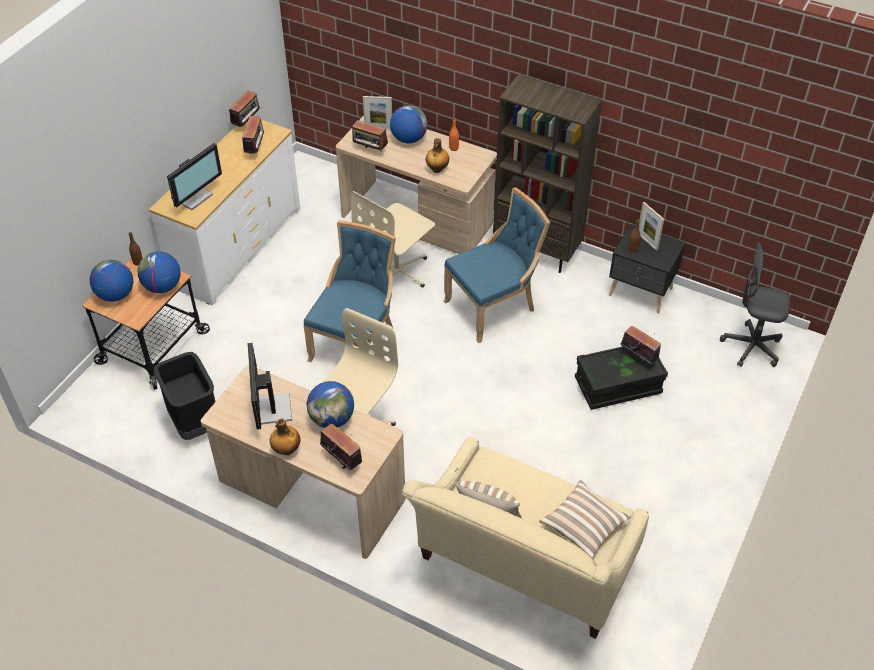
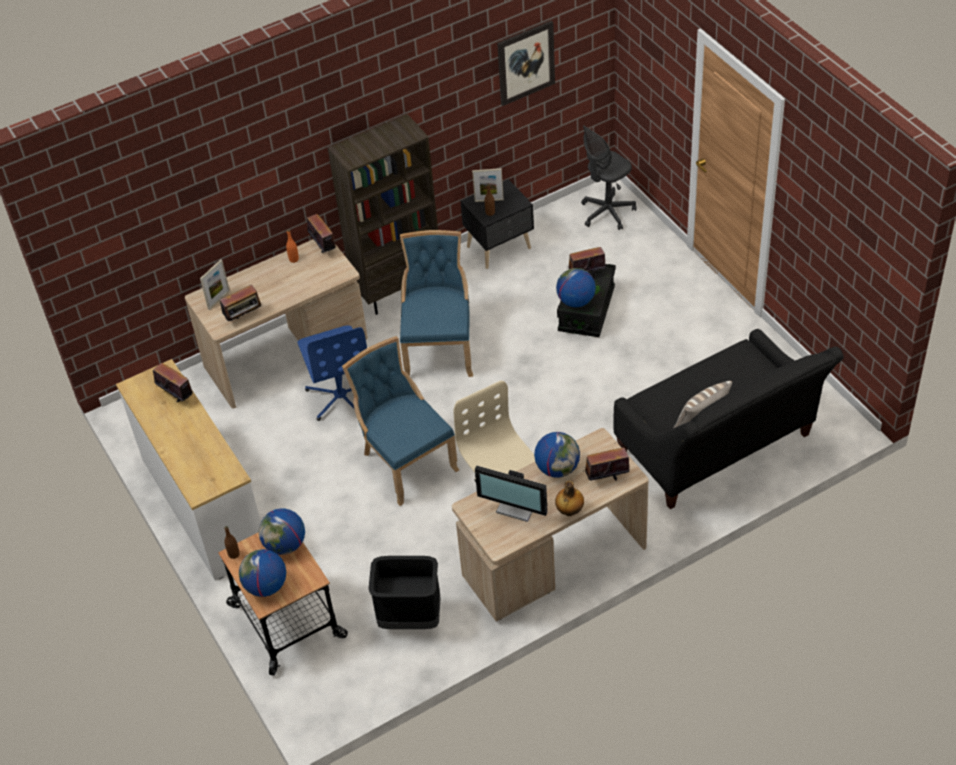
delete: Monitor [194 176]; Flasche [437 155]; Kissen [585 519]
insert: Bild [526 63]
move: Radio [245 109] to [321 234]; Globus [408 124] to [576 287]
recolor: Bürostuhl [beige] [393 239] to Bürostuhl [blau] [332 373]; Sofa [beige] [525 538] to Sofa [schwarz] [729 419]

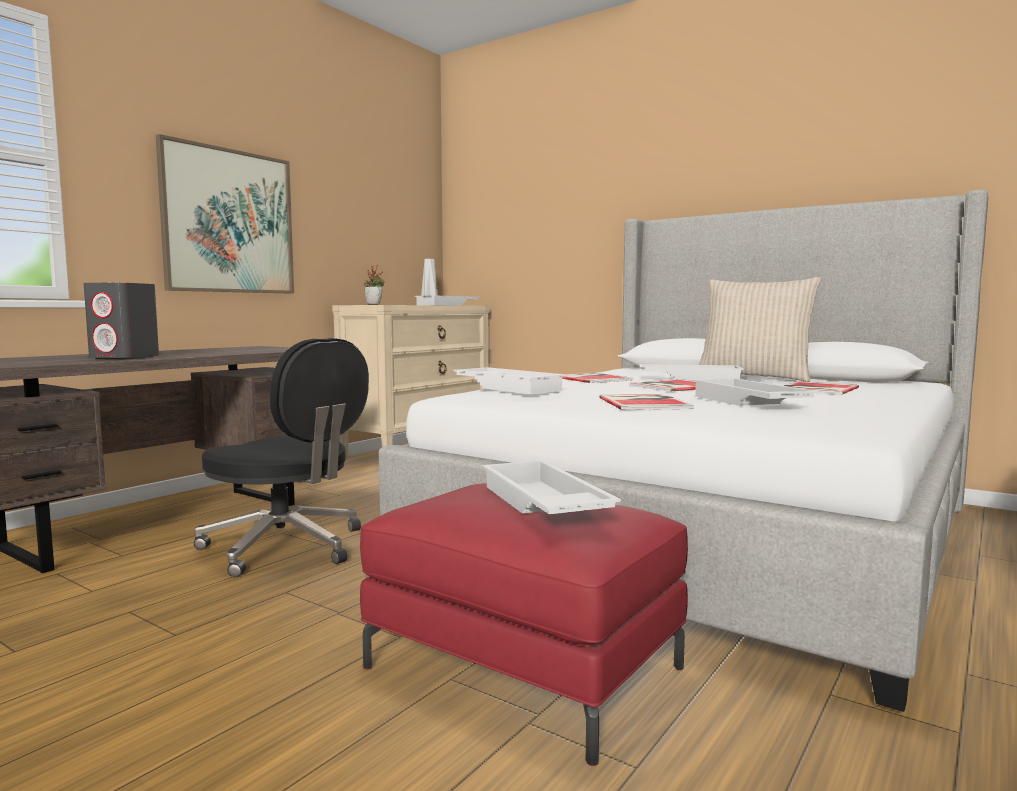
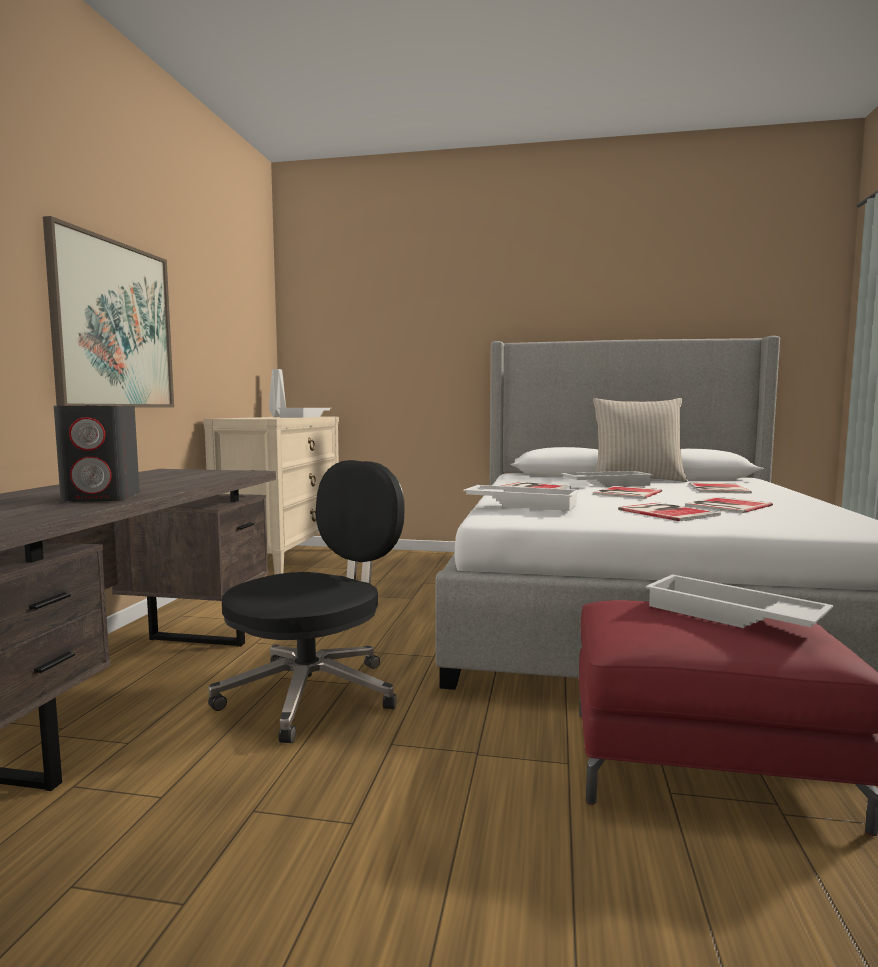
delete: Topfpflanze [374 285]
replace: Tablett [weiß] [755 392] to Buch [729 505]
rotate: Bürostuhl [schwarz] [281 458] = [306 601] 60 degrees counterclockwise

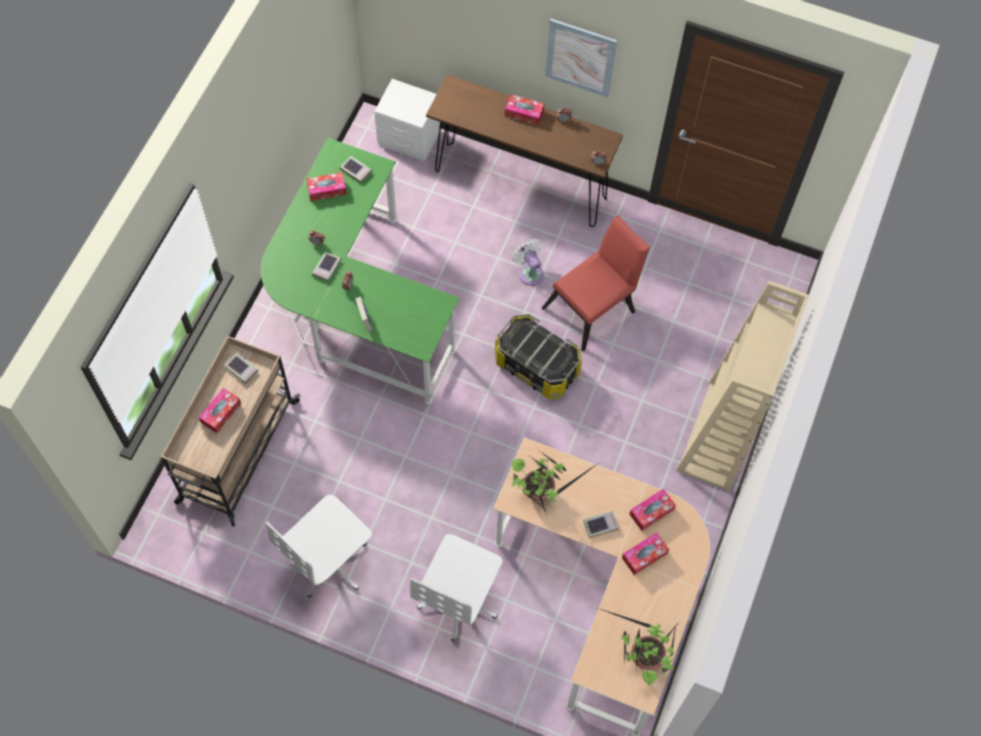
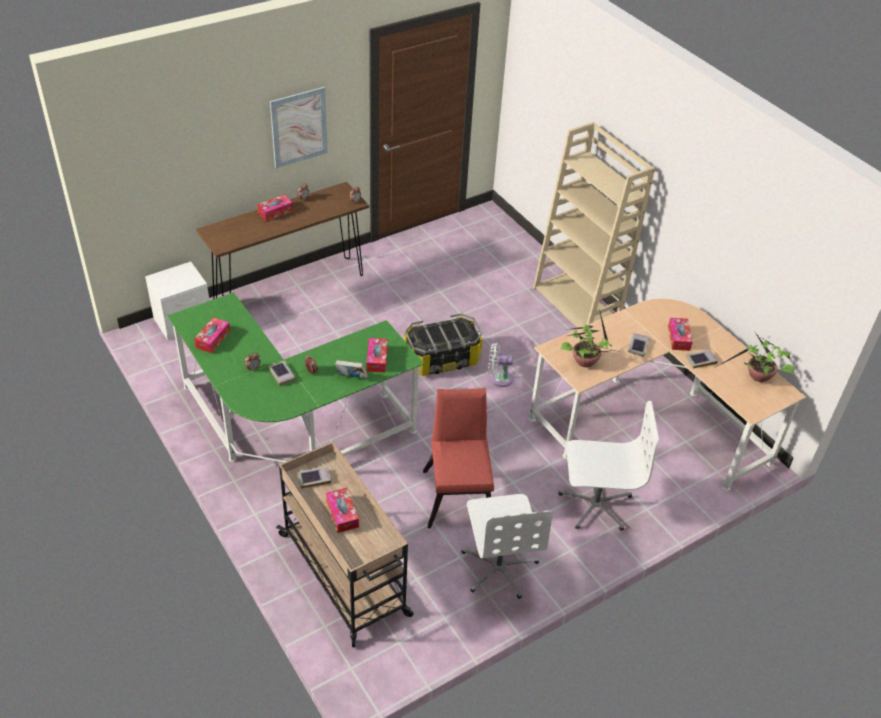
move: Buch [356 169] to [702 359]; Ventilator [weiß] [528 262] to [501 365]; Stuhl [rot] [596 283] to [458 458]; Taschentuchbox [652 510] to [377 355]
rotate: Bürostuhl [weiß] [456 587] = [608 466] 60 degrees counterclockwise

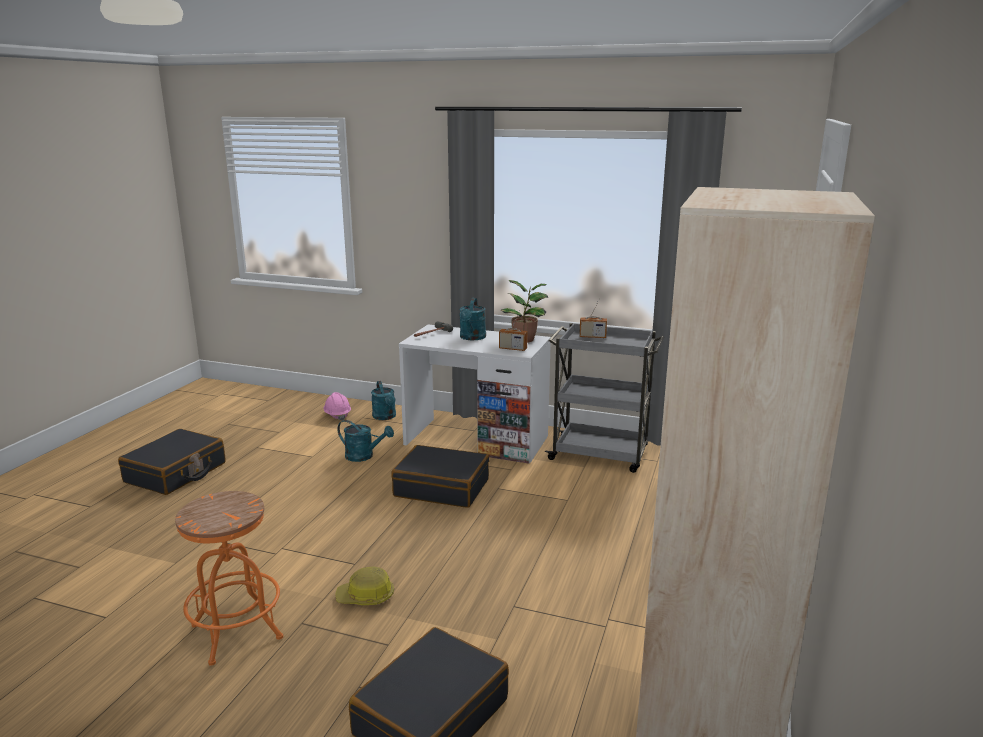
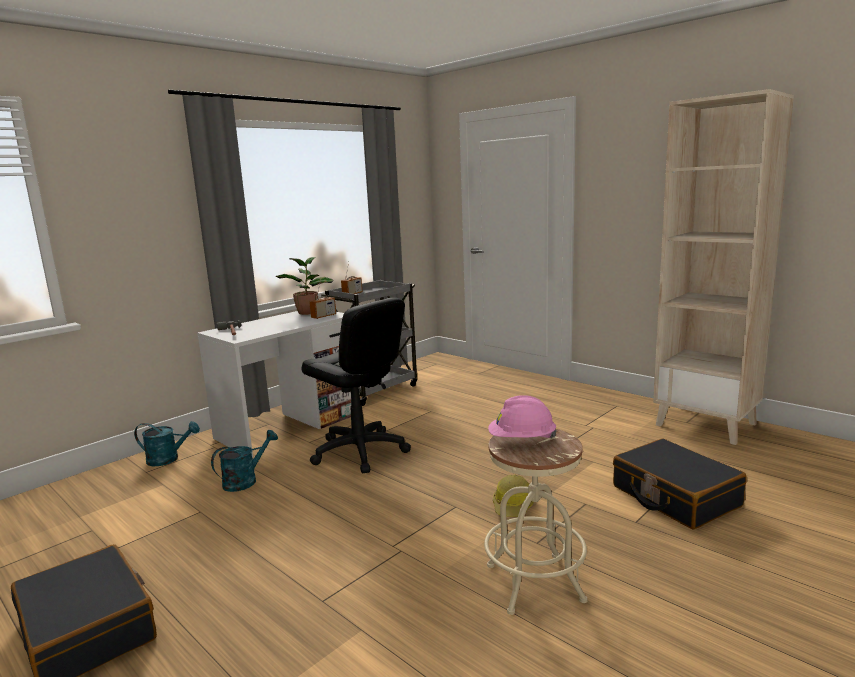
delete: Gießkanne [türkis] [472 319]
move: Schutzhelm [rosa] [337 406] to [522 416]
replace: Koffer [schwarz] [440 476] to Bürostuhl [schwarz] [356 385]
recolor: Hocker [orange] [229 578] to Hocker [beige] [536 522]

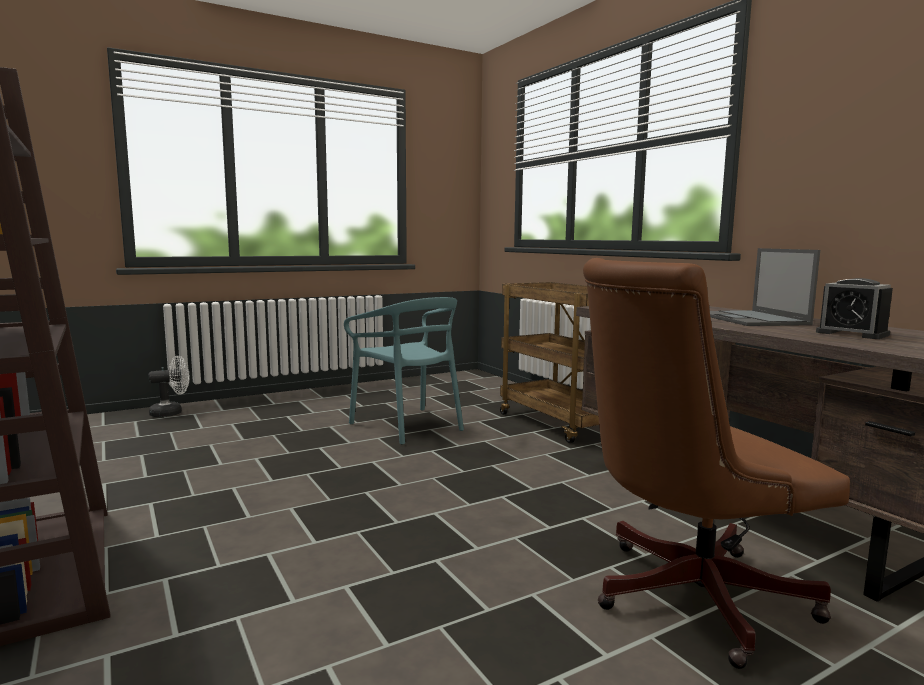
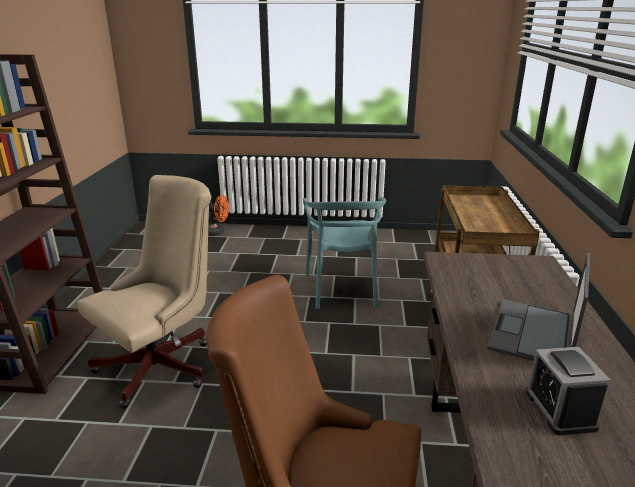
insert: Bürostuhl [beige] [144 292]
recolor: Ventilator [weiß] [169 386] to Ventilator [orange] [218 215]

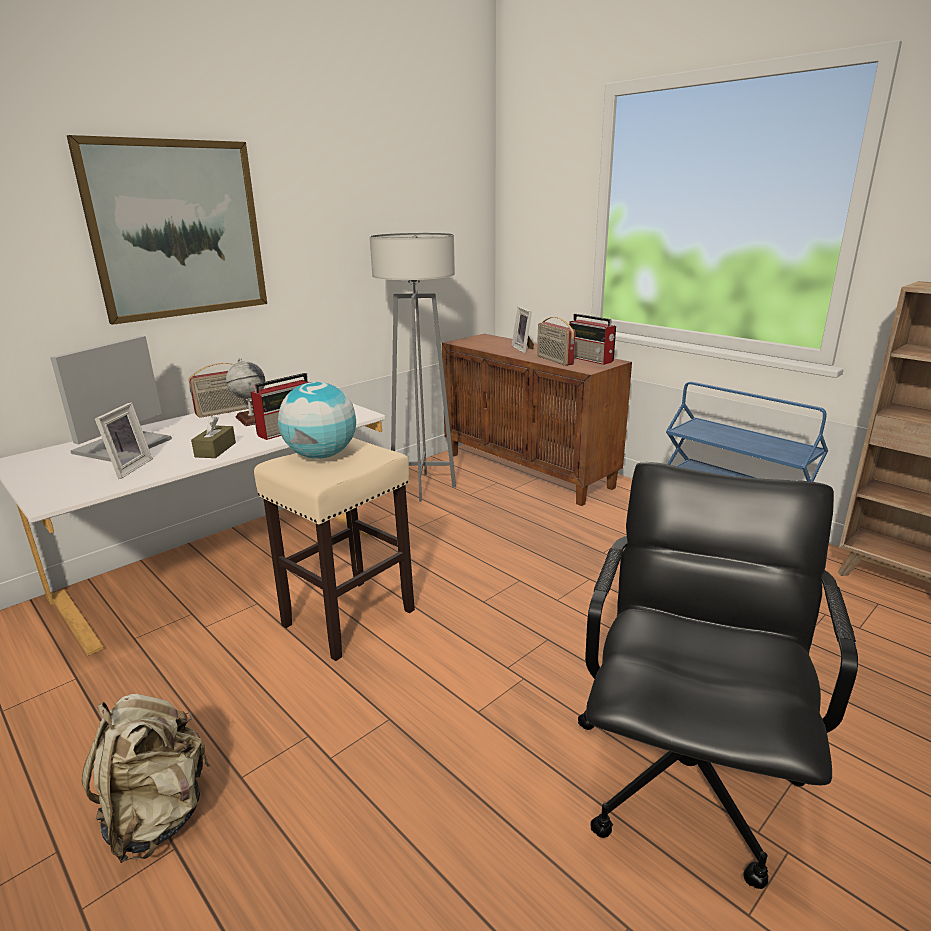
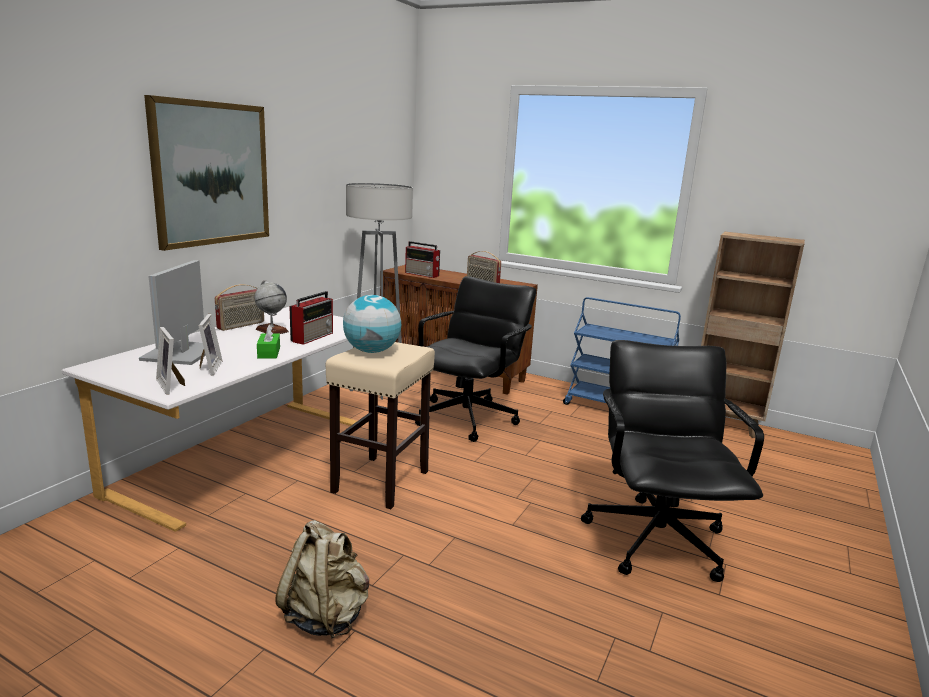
insert: Bürostuhl [schwarz] [475 359]
move: Bilderrahmen [523 329] to [170 360]; Radio [592 339] to [422 259]
recolor: Taschentuchbox [braun] [213 437] to Taschentuchbox [grün] [268 341]

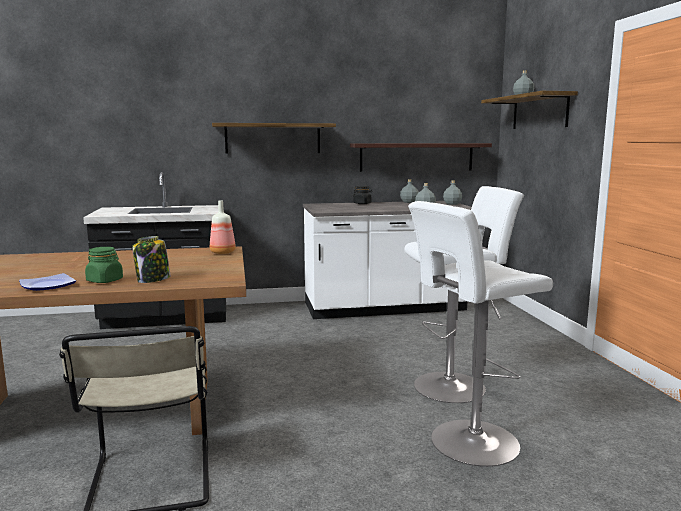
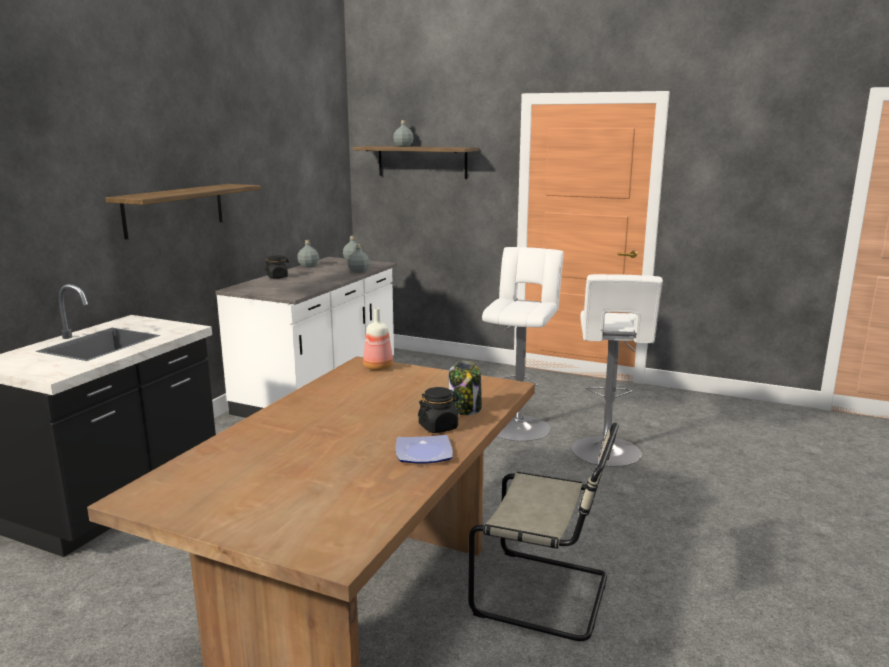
delete: Wandregal [421 157]
recolor: Vorratsglas [grün] [104 265] to Vorratsglas [schwarz] [438 410]

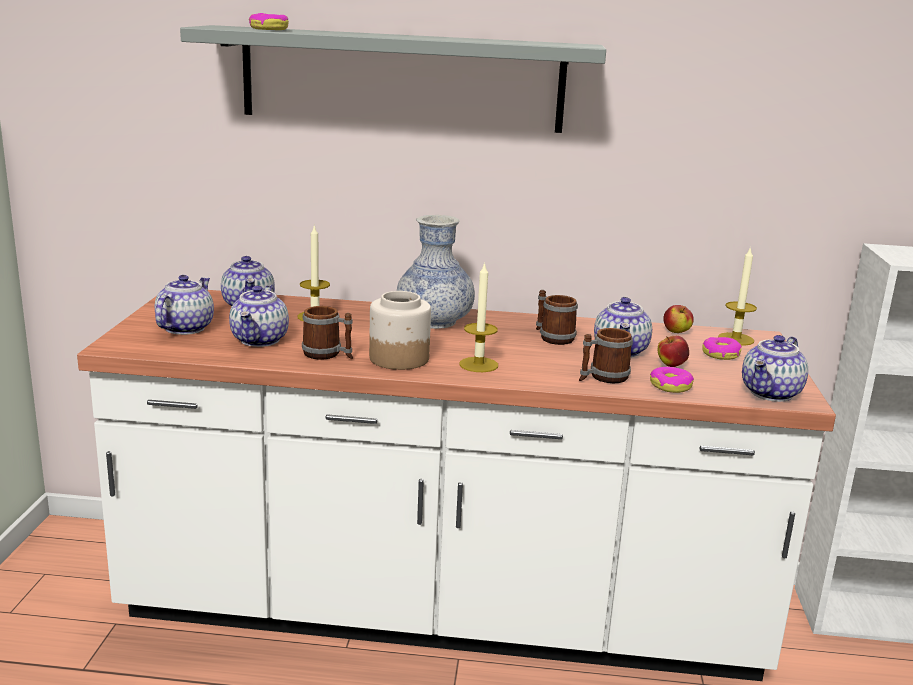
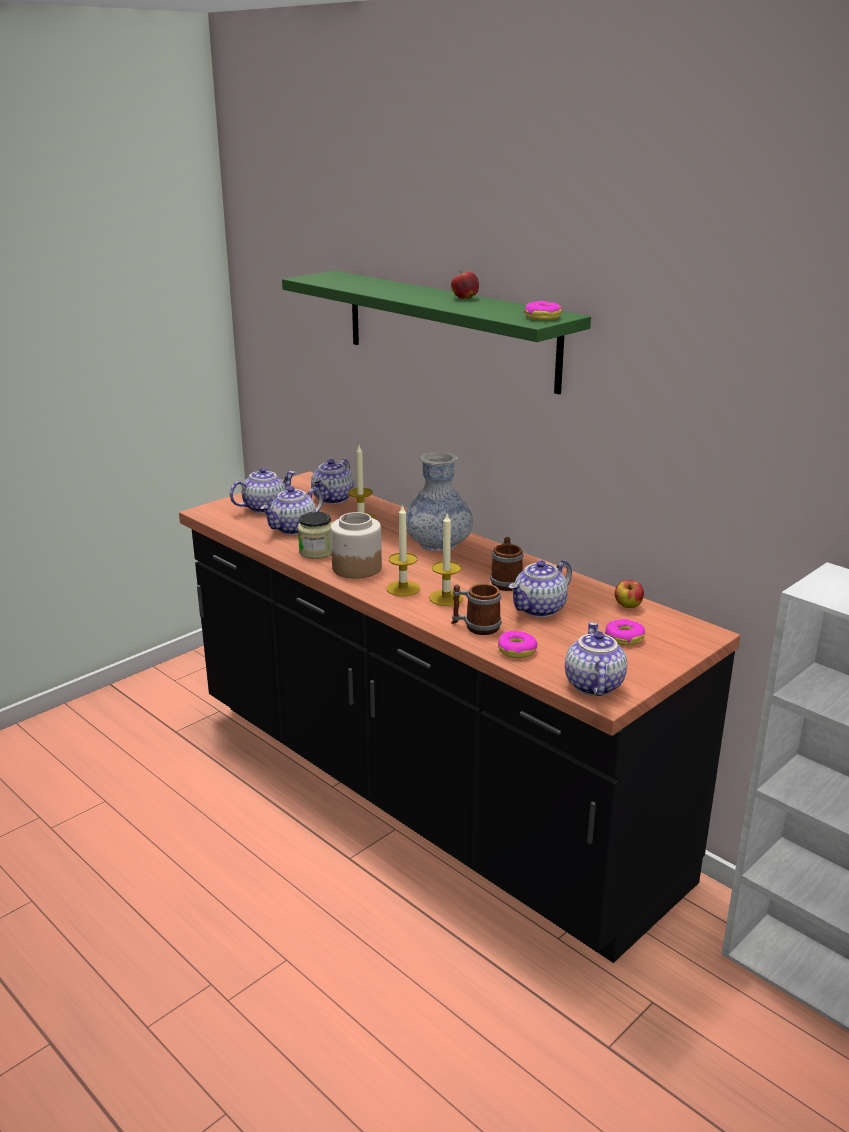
move: Donut [269 21] to [543 311]; Apfel [673 351] to [465 284]; Kerze [737 296] to [446 560]
replace: Henkelbecher [327 333] to Vorratsglas [315 535]
recolor: Küchenzeile [weiß] [456 485] to Küchenzeile [schwarz] [459 717]; Wandregal [grau] [393 79] to Wandregal [grün] [436 332]
rotate: Teekanne [775 368] = [596 659] 105 degrees clockwise

